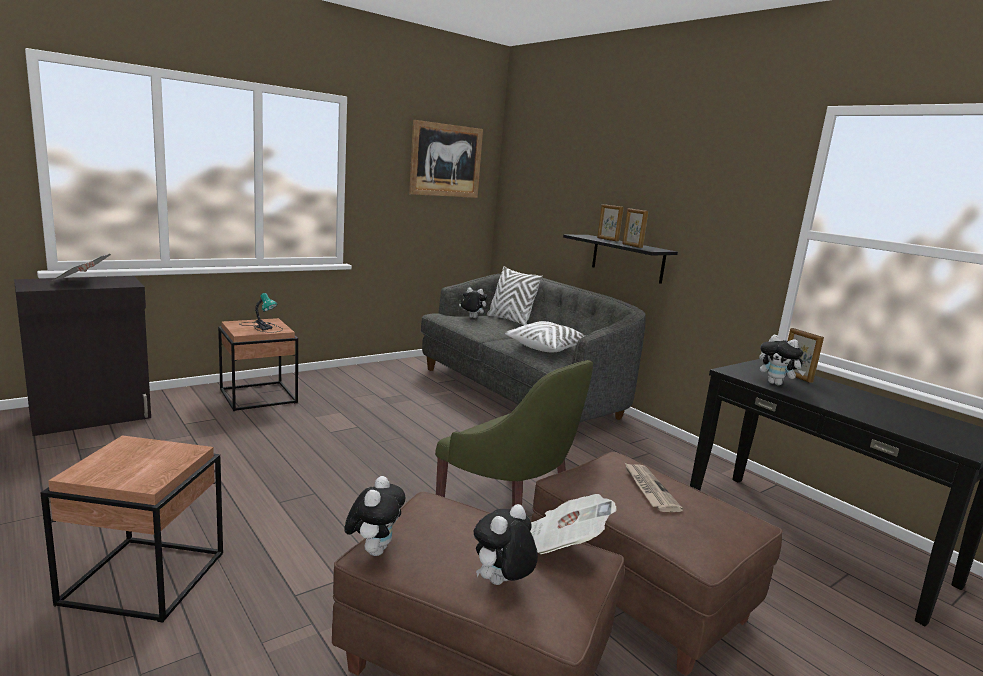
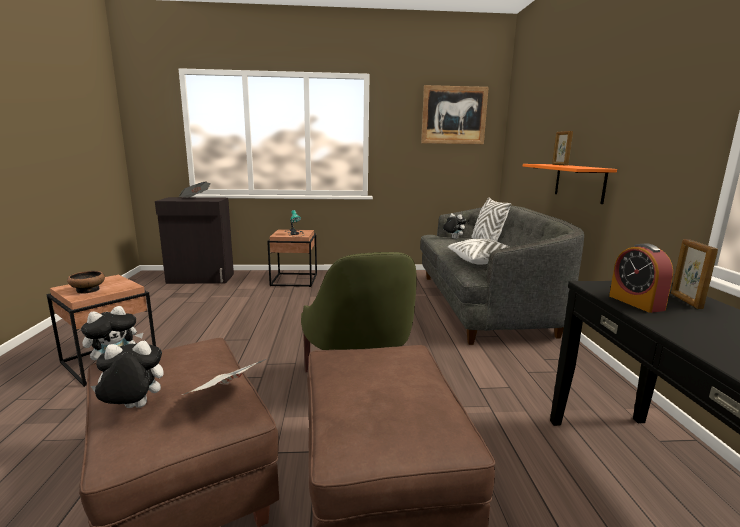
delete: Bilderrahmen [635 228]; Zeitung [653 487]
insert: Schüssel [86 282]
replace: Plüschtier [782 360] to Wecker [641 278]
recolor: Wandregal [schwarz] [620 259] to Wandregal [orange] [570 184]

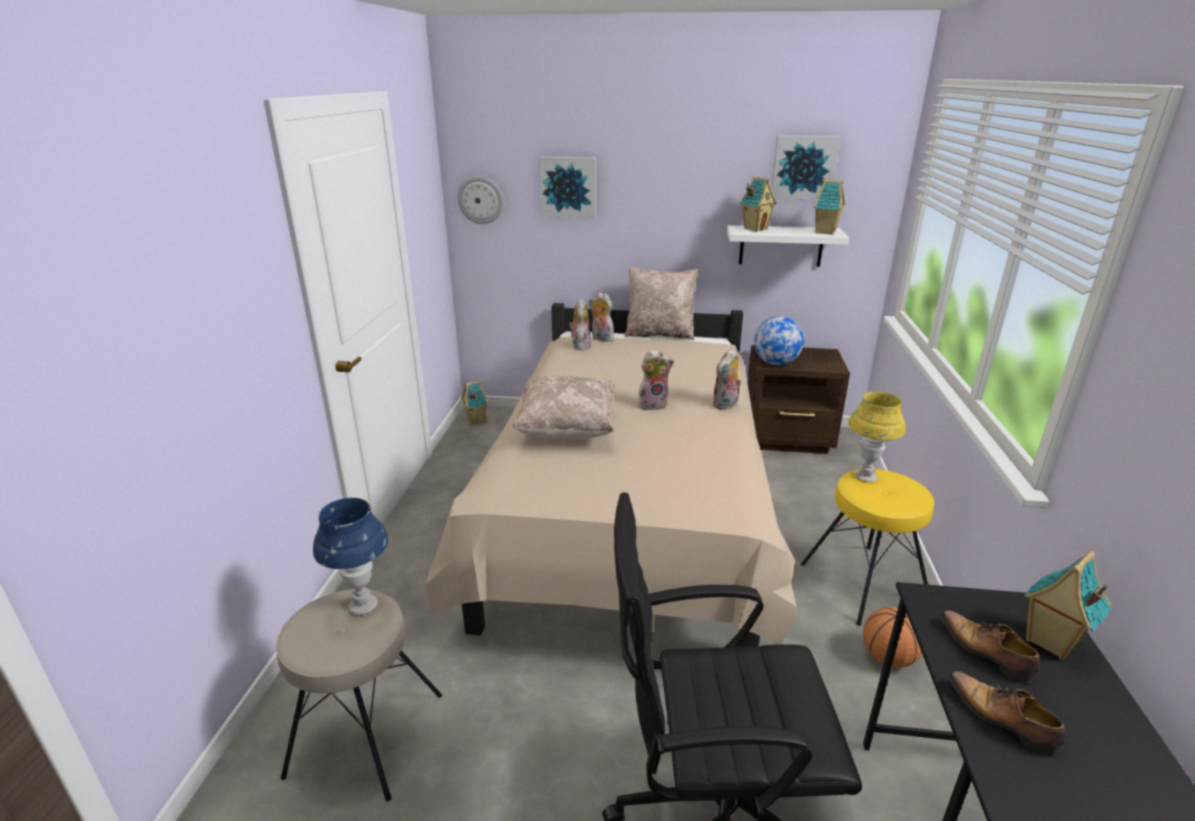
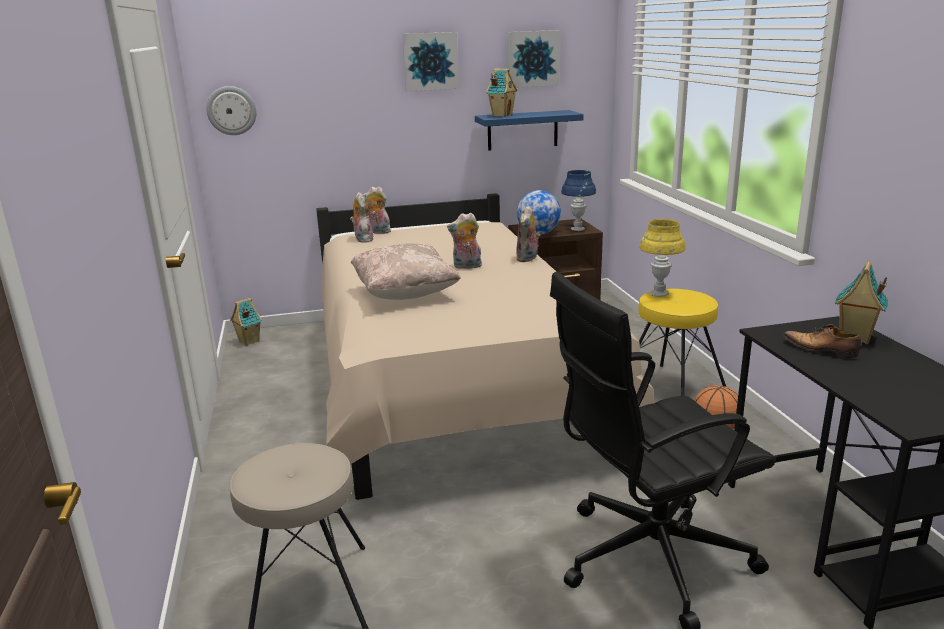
delete: Kissen [beige] [661 303]; Spielzeughaus [829 207]; Schuh [1007 713]
move: Tischlampe [blau] [350 556] to [578 200]; Bild [567 187] to [430 61]
recolor: Wandregal [weiß] [788 246] to Wandregal [blau] [529 130]
rotate: Plüschtier [656 380] = [464 241] 150 degrees counterclockwise

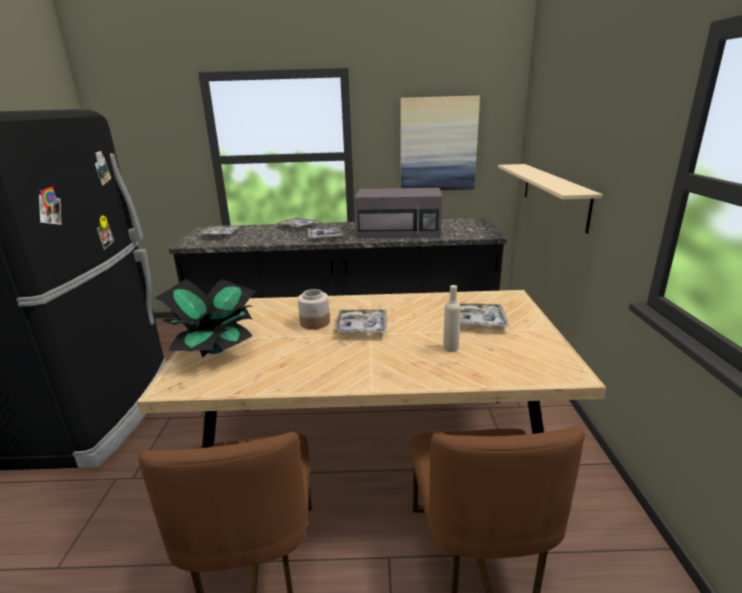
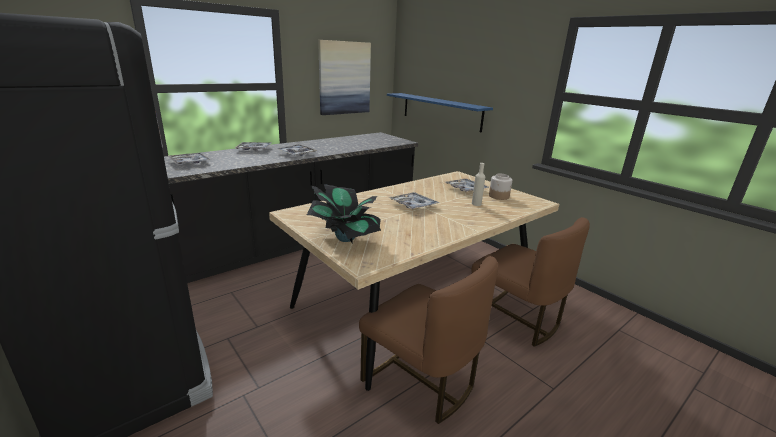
delete: Mikrowelle [grau] [398 213]
move: Vorratsglas [314 309] to [500 187]
recolor: Wandregal [beige] [550 199] to Wandregal [blau] [440 113]

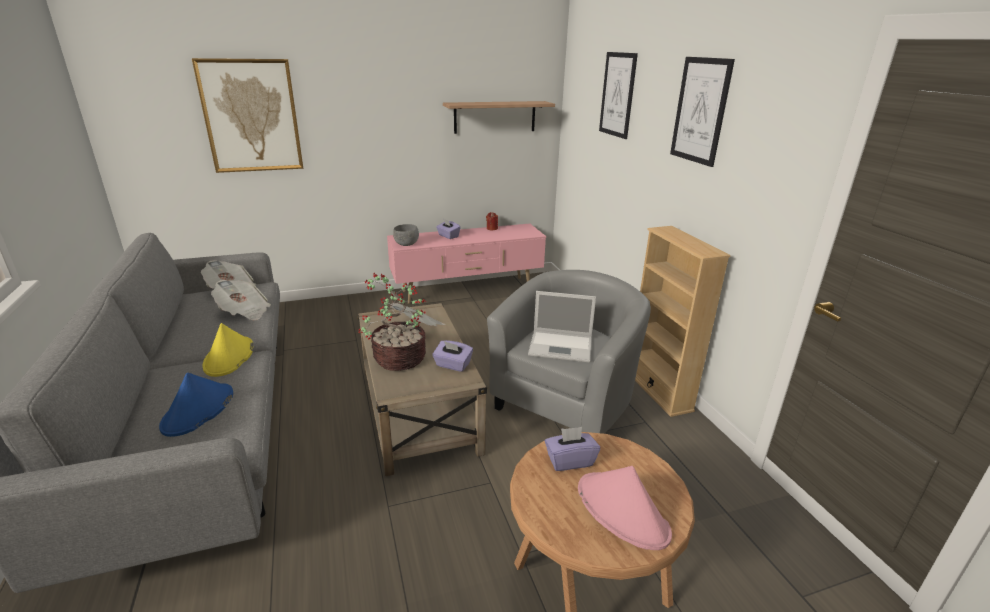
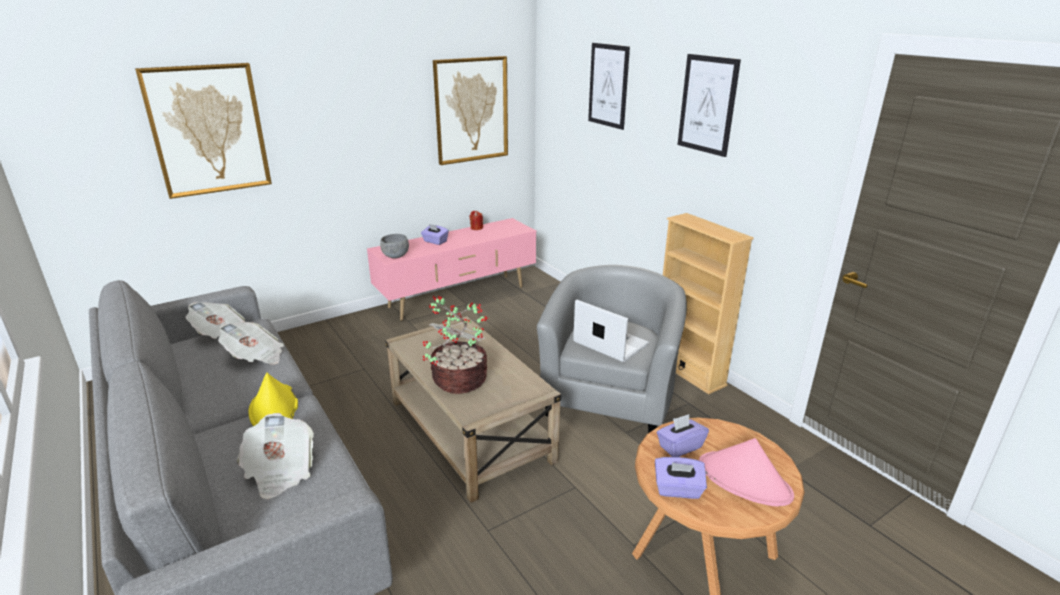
move: Taschentuchbox [lila] [452 356] to [681 478]
replace: Hut [blau] [196 405] to Zeitung [275 456]; Wandregal [499 117] to Bild [470 110]
rotate: Laptop [562 327] = [611 331] 135 degrees counterclockwise

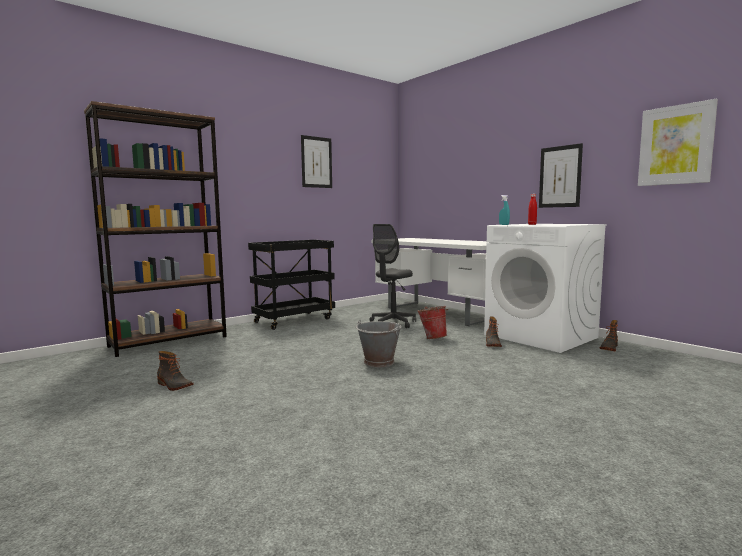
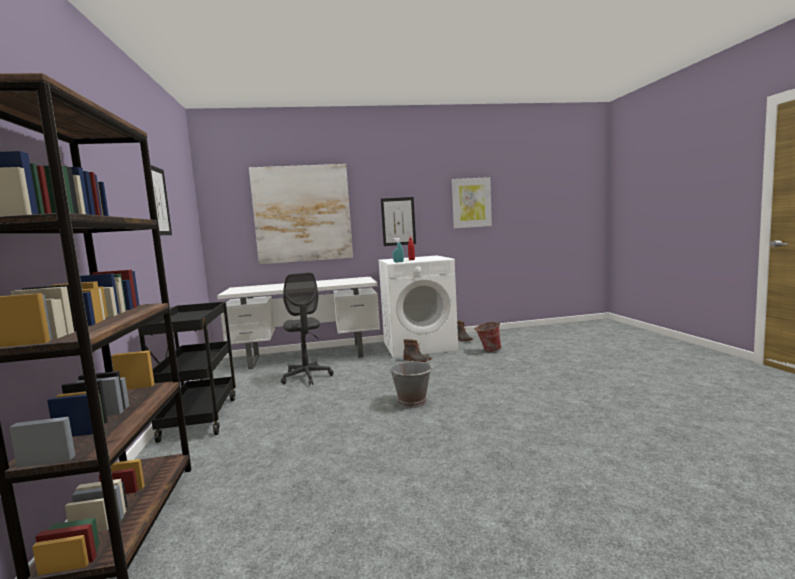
delete: Stiefel [175 371]
insert: Bild [301 214]
move: Eimer [432 322] to [487 337]

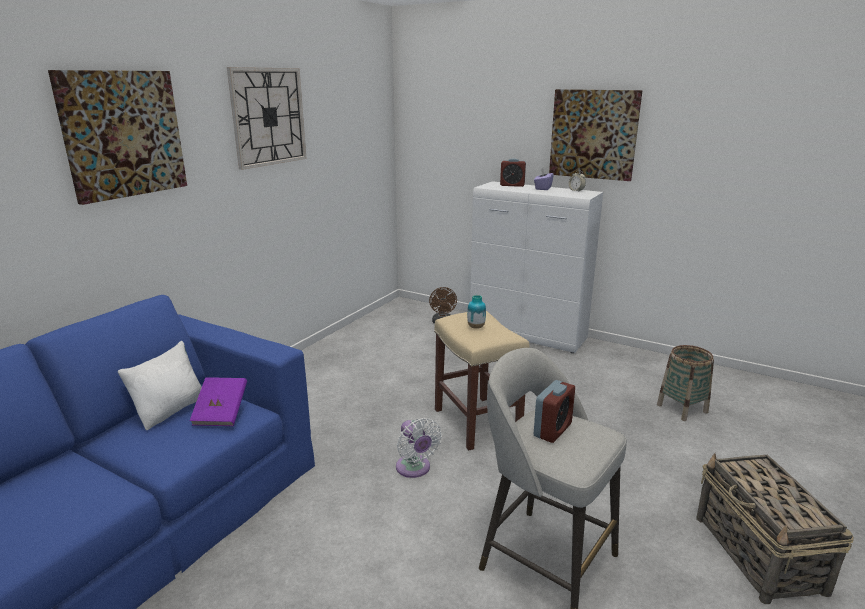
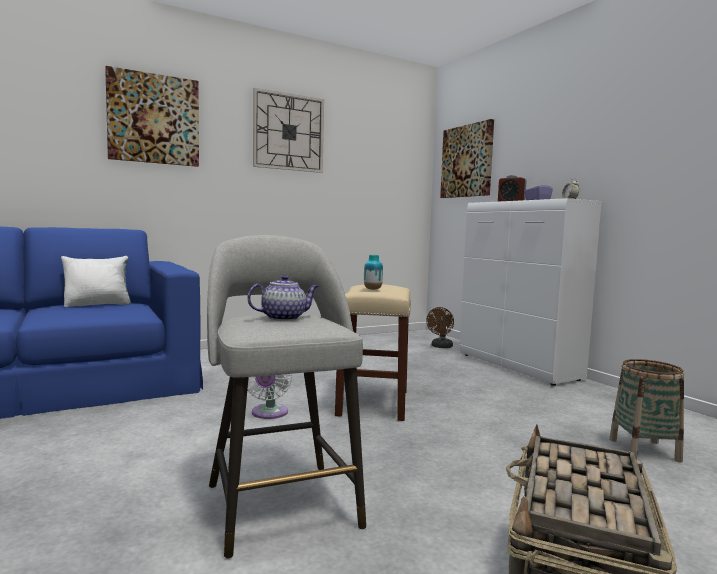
delete: Buch [lila] [218 401]
move: Bild [596 135] to [467 158]
replace: Wecker [554 411] to Teekanne [282 298]

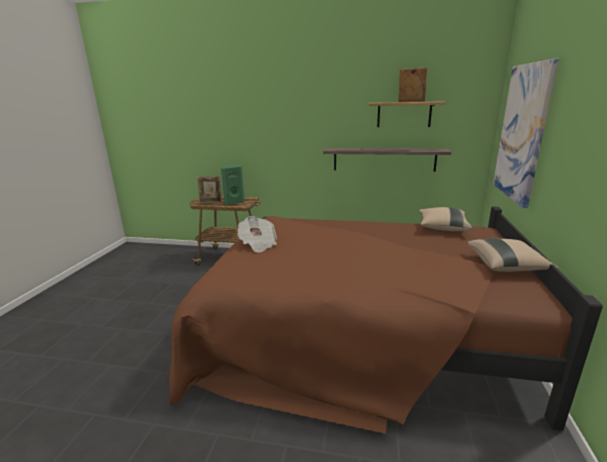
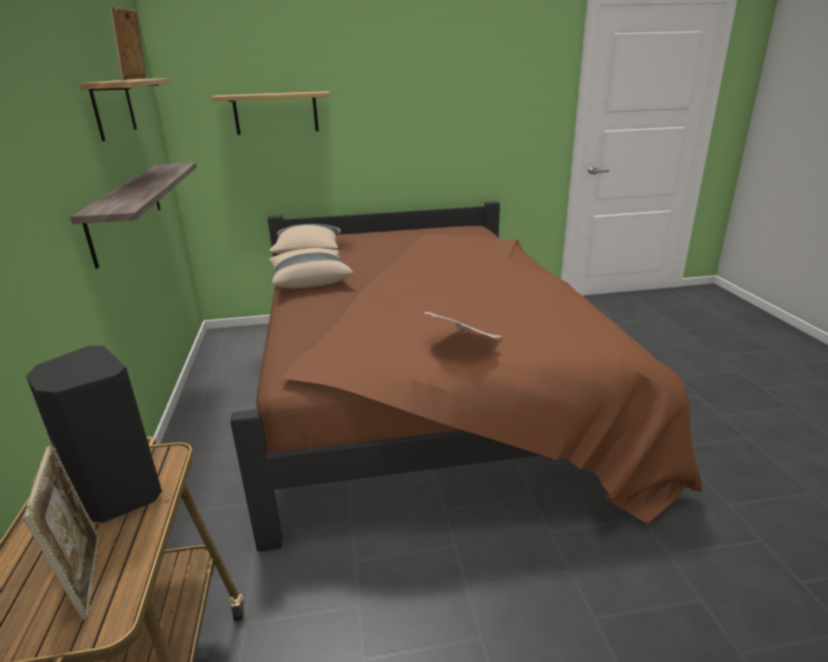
move: Kissen [beige] [512 255] to [311 268]
replace: Bild [526 133] to Wandregal [270 113]
recolor: Lautsprecher [grün] [233 185] to Lautsprecher [schwarz] [94 434]

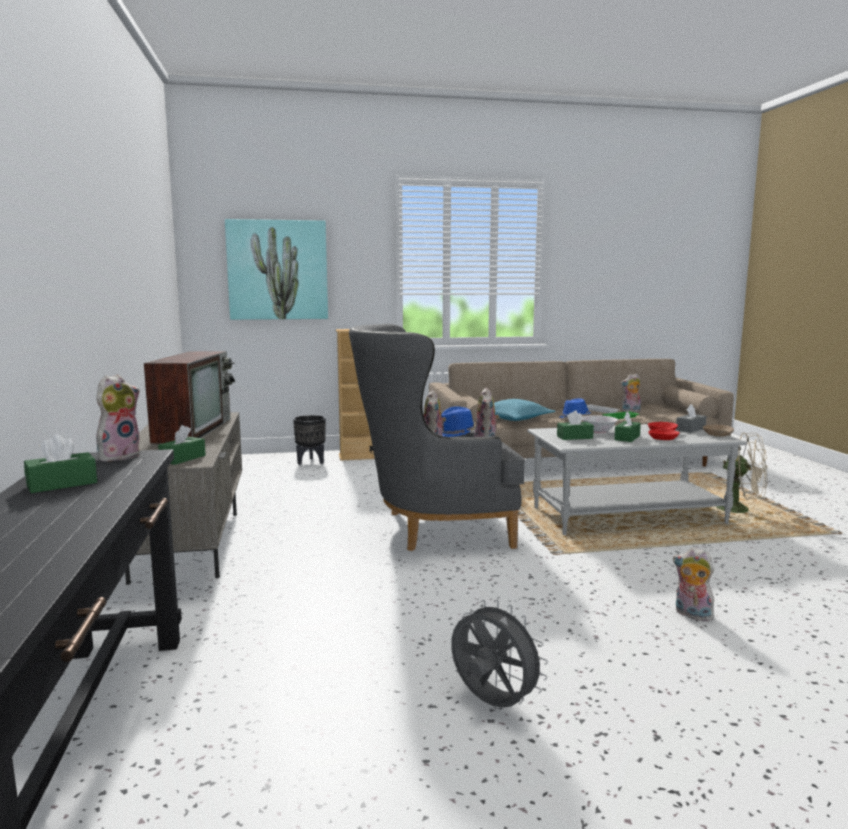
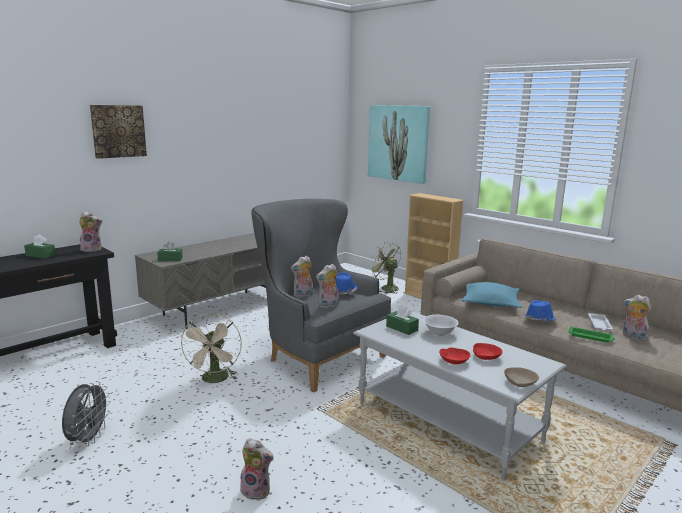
delete: Fernseher [189 397]; Taschentuchbox [grün] [627 426]; Taschentuchbox [grau] [691 418]
insert: Bild [118 132]
move: Ventilator [beige] [742 473] to [211 348]
replace: Pflanzkübel [schwarz] [309 440] to Ventilator [grün] [385 268]
rotate: Plüschtier [694 584] = [256 469] 105 degrees clockwise

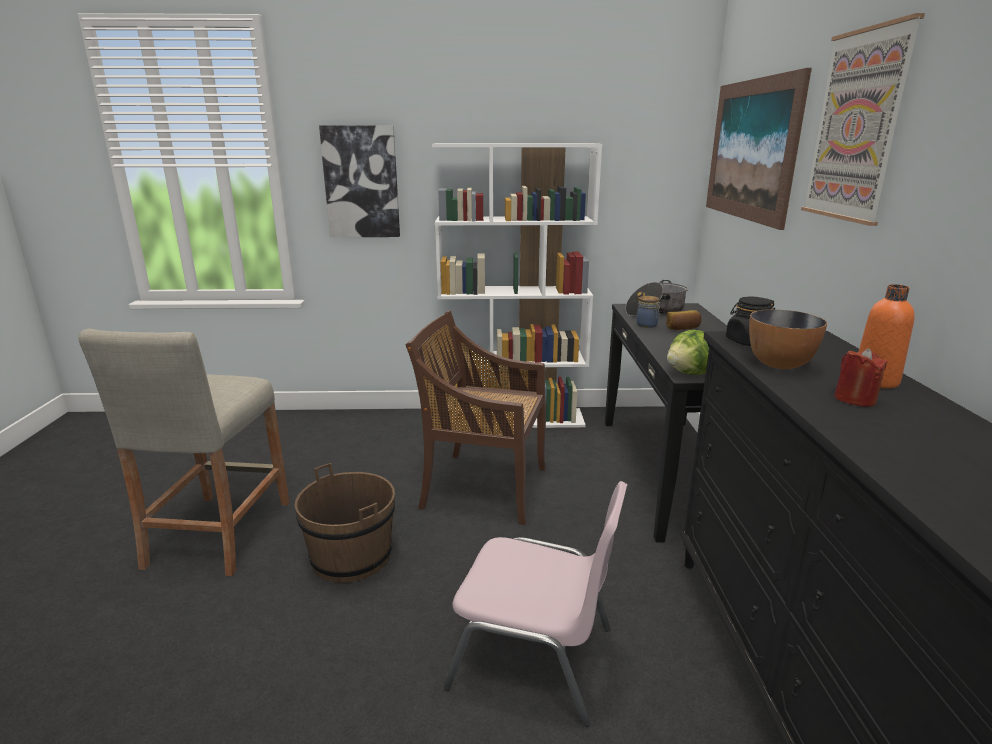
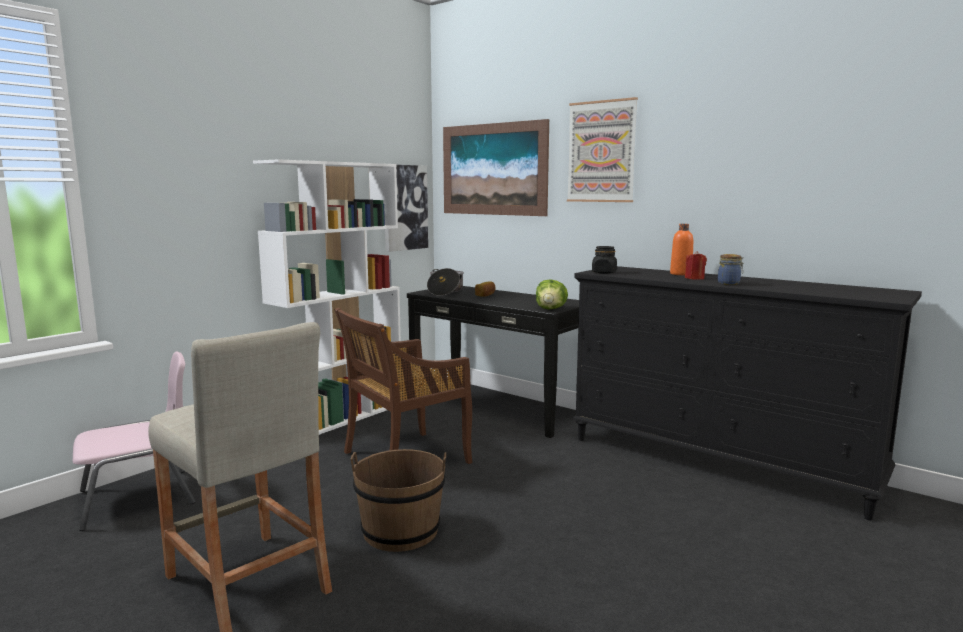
delete: Schüssel [788 339]
move: Bild [359 181] to [406 208]; Stuhl [rosa] [535 604] to [134 441]; Vorratsglas [648 312] to [730 269]

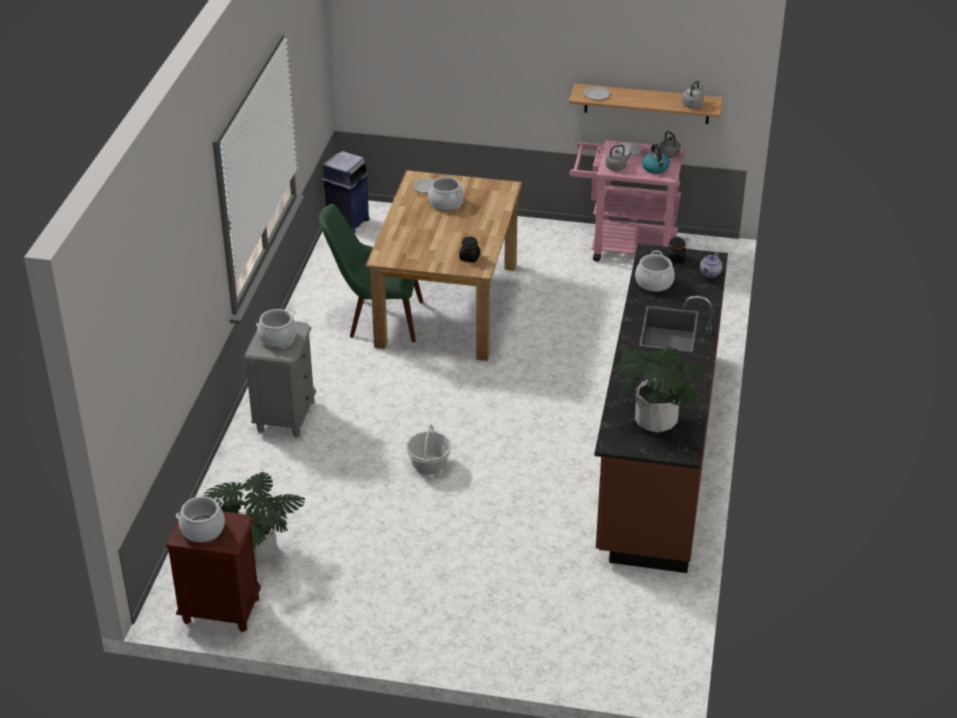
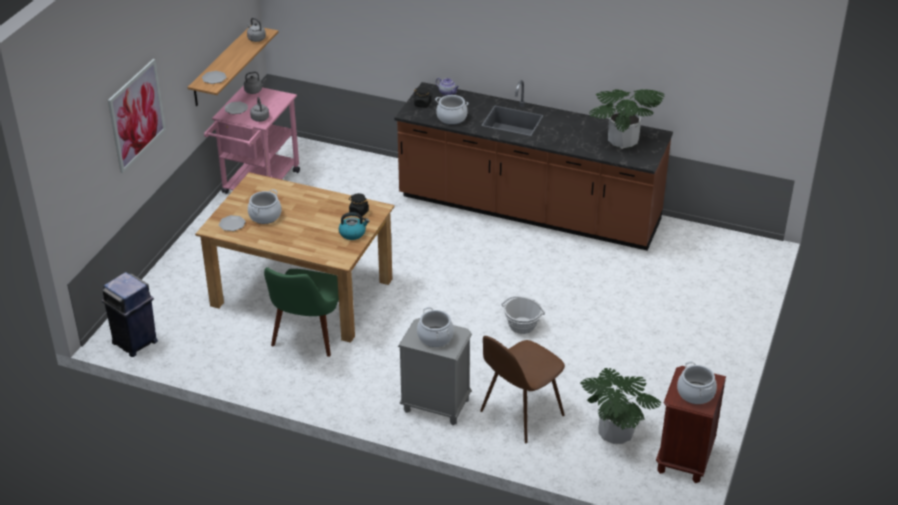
insert: Bild [137 116]; Stuhl [braun] [522 389]
move: Wasserkessel [656 159] to [354 226]

